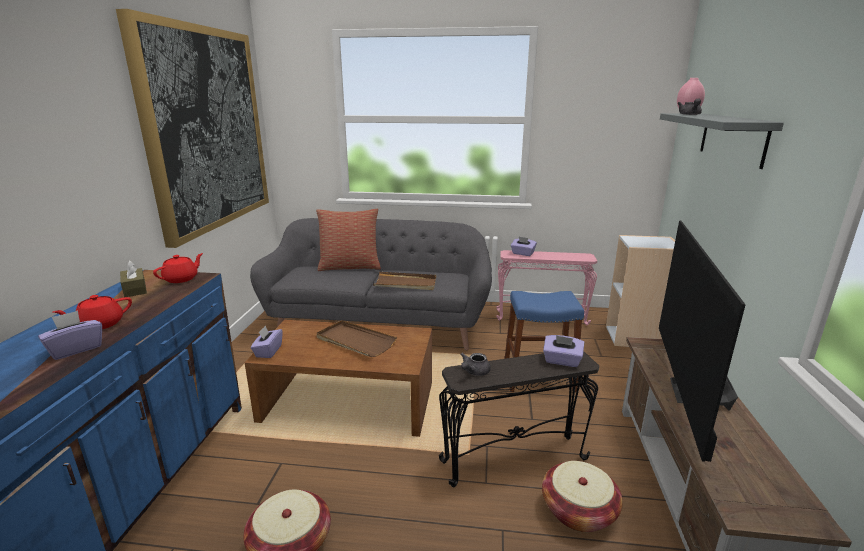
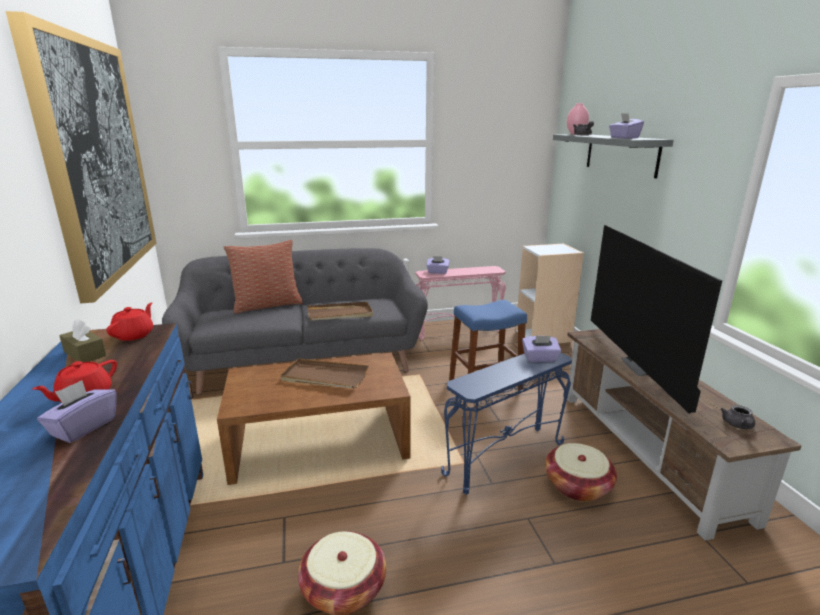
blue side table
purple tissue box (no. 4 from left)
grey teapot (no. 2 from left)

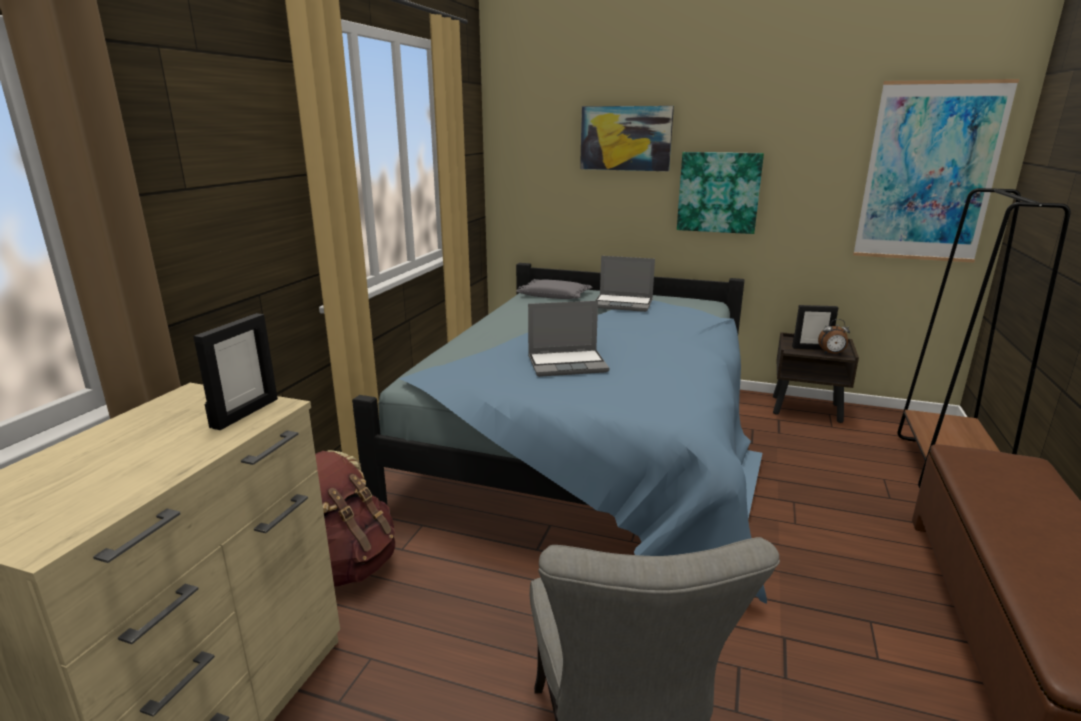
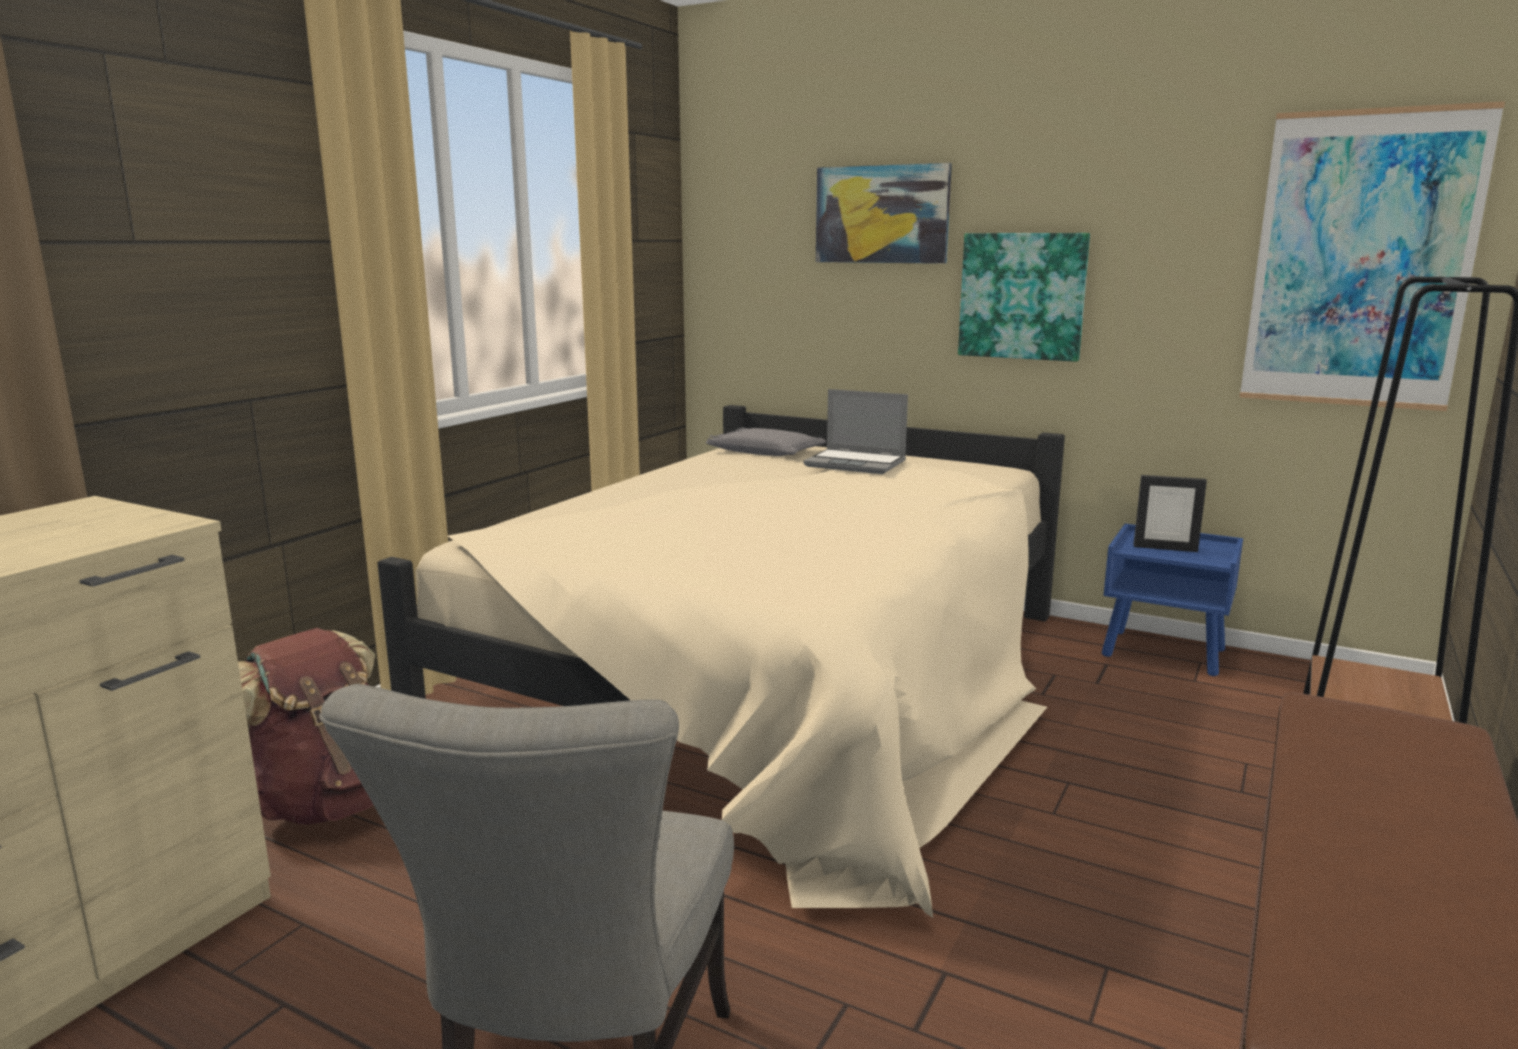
beige bed
blue nightstand
picture frame (no. 1 from left in the first image)
laptop (no. 1 from left in the first image)
alarm clock

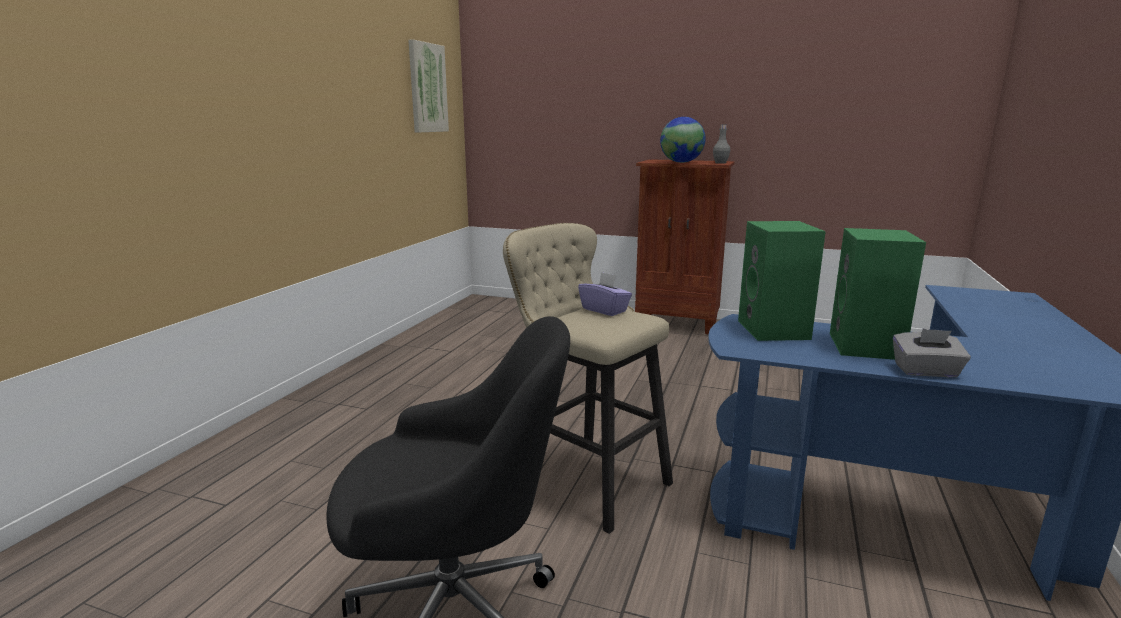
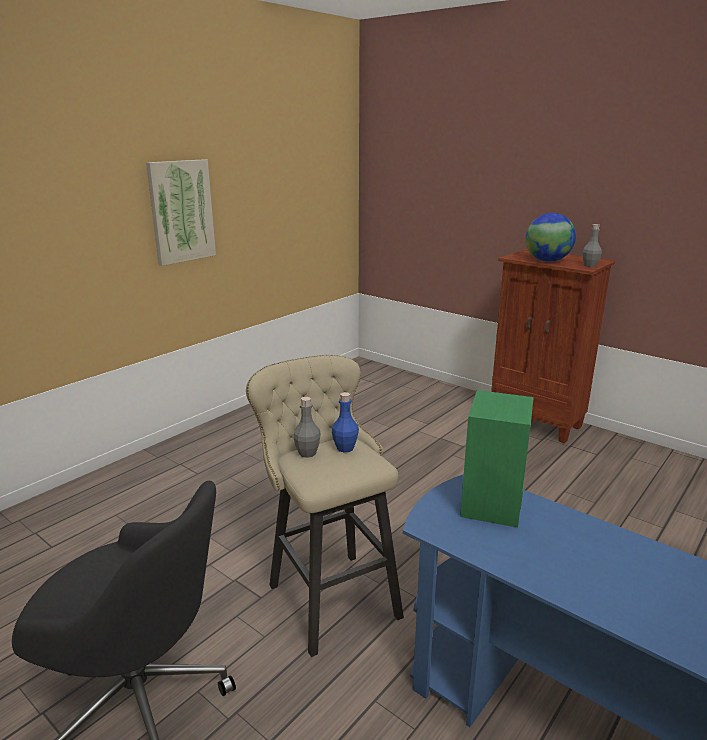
picture
grey bottle (no. 1 from left)
blue bottle
green speaker (no. 2 from left in the first image)
grey tissue box

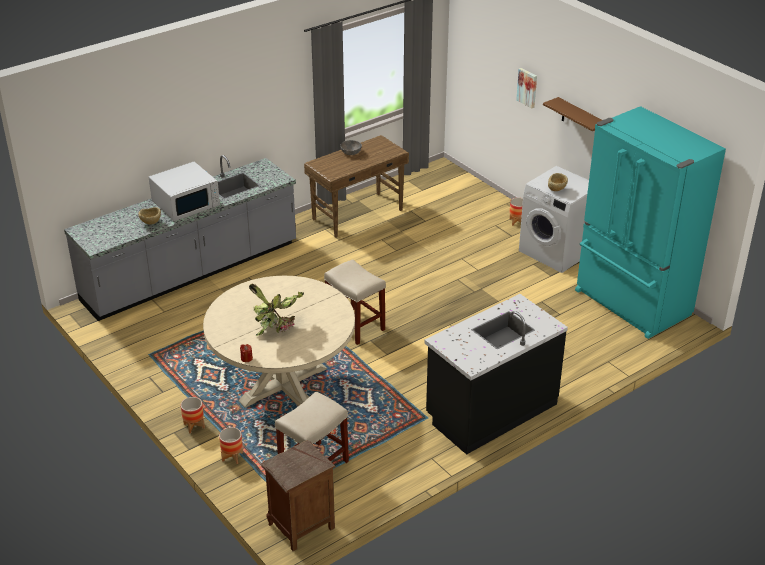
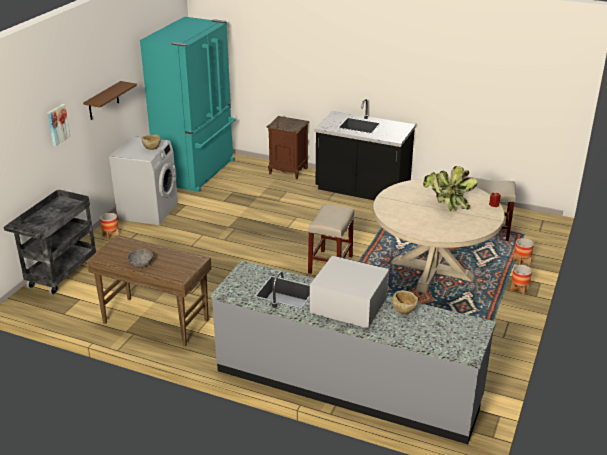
black cart
brown nightstand

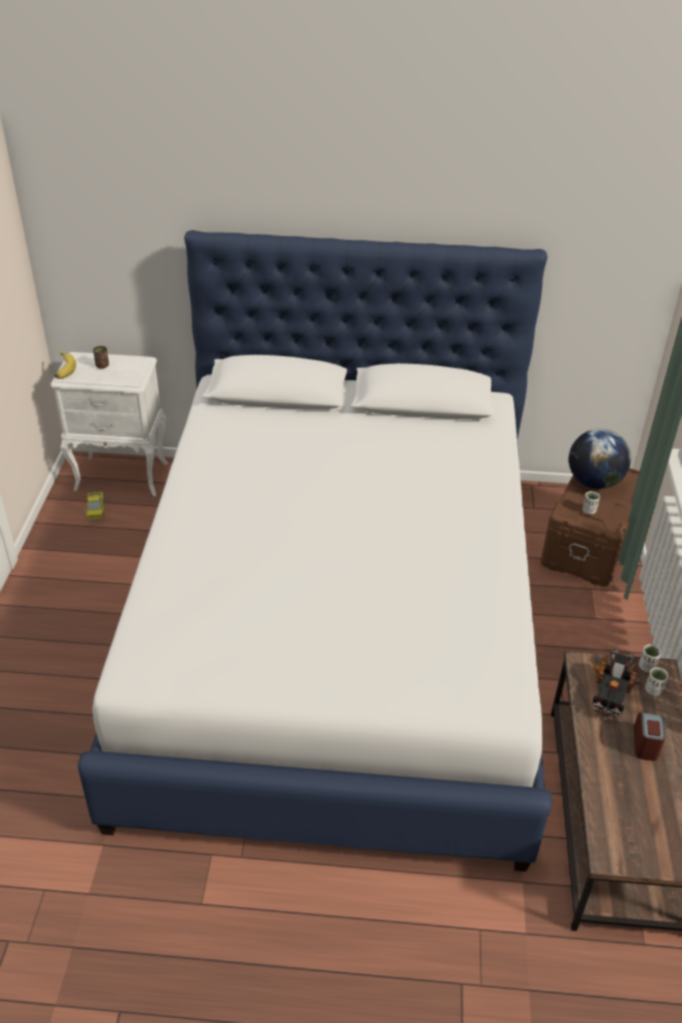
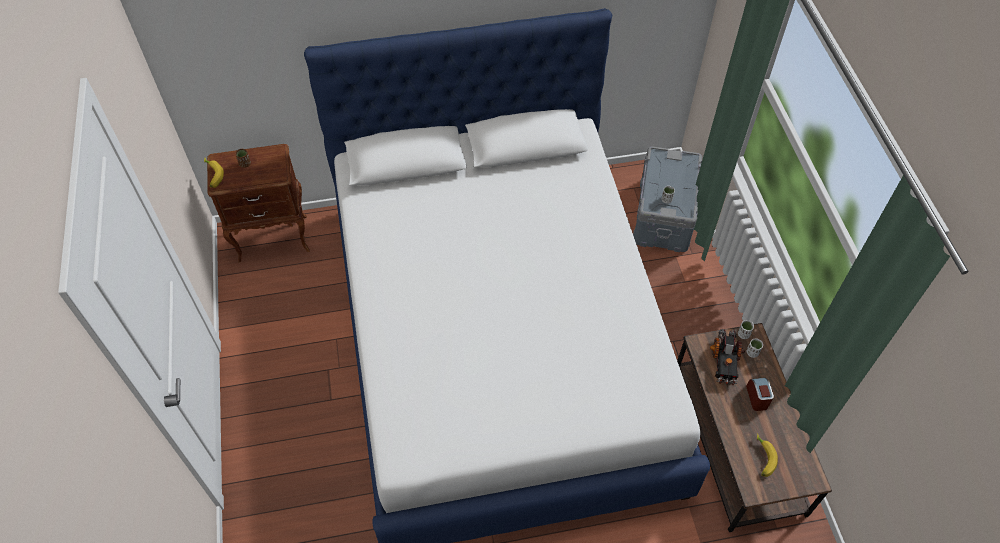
brown nightstand
grey storage box
banana (no. 2 from left)
toy truck (no. 1 from left in the first image)
globe

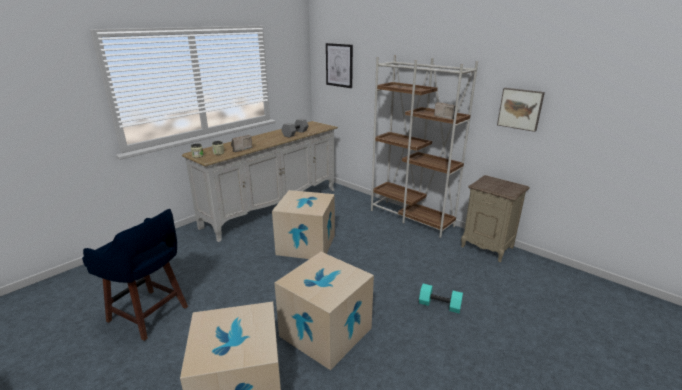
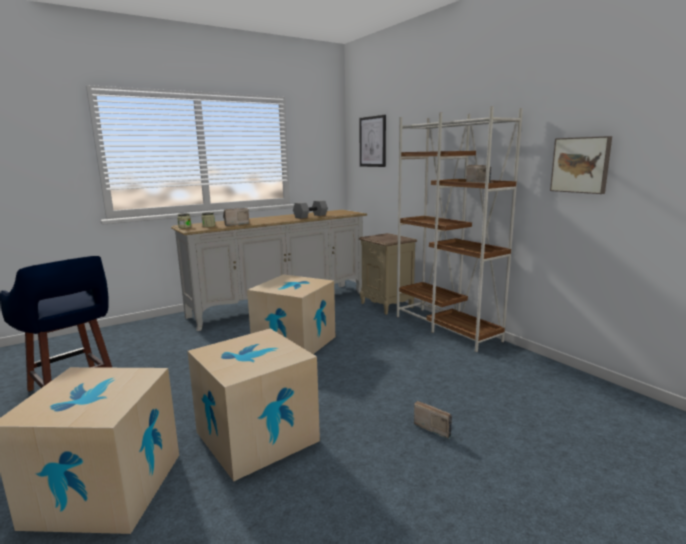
beige nightstand
radio (no. 2 from left)

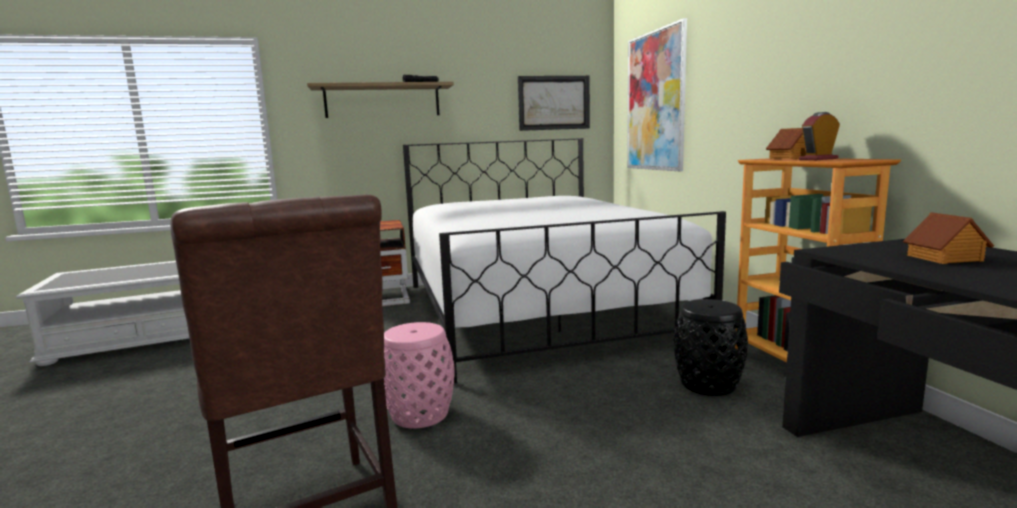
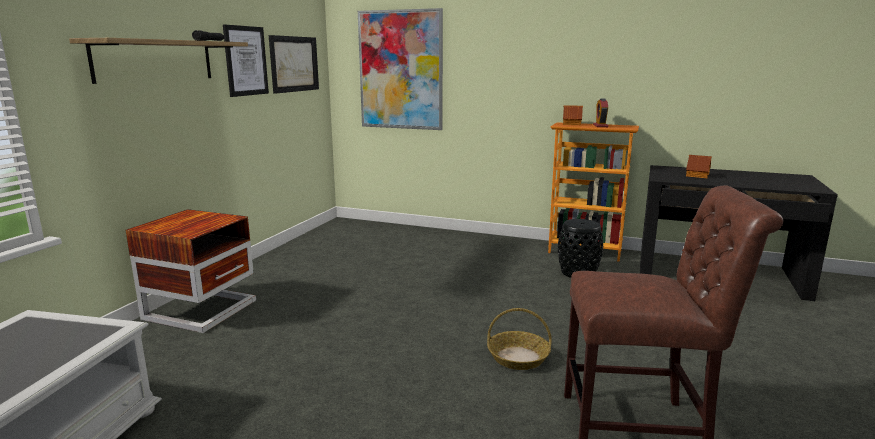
picture (no. 1 from left)
basket
white bed

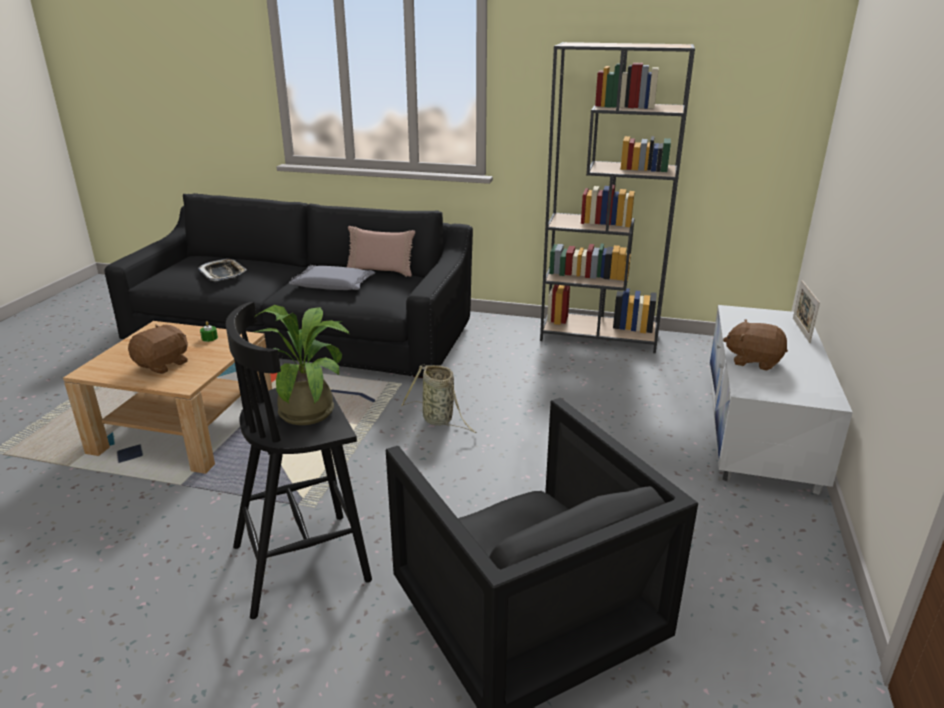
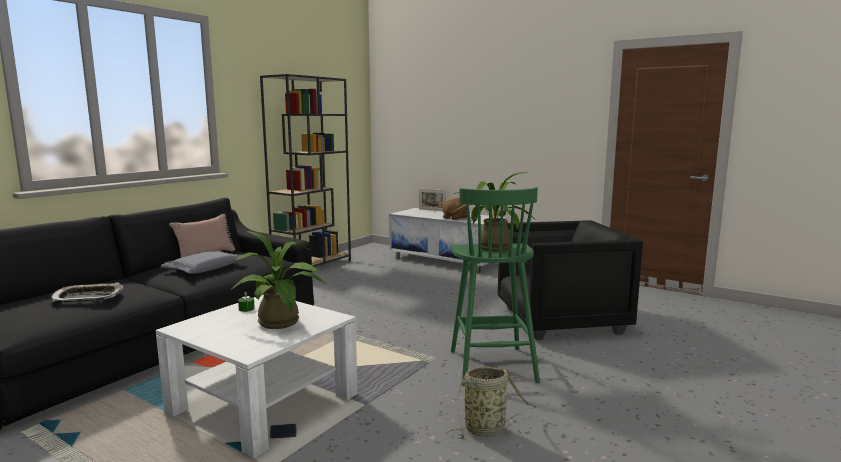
white coffee table
potted plant (no. 1 from left)
basket
green stool

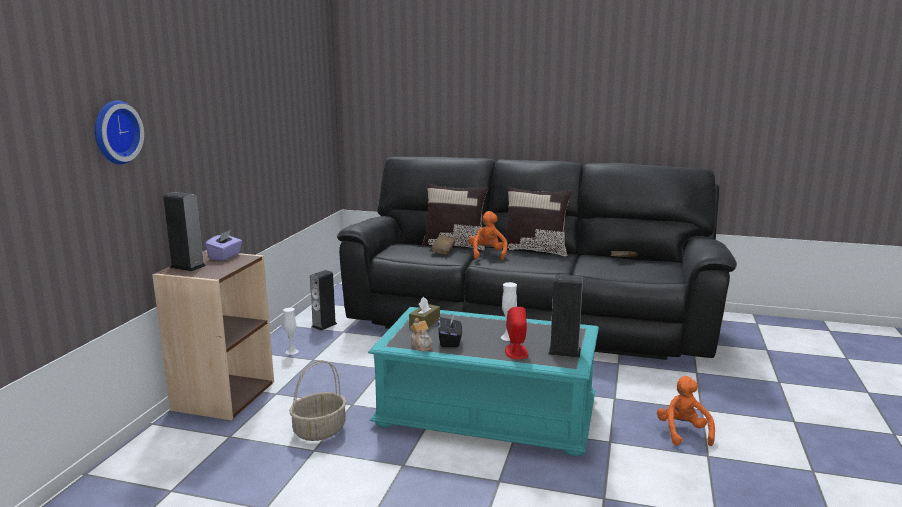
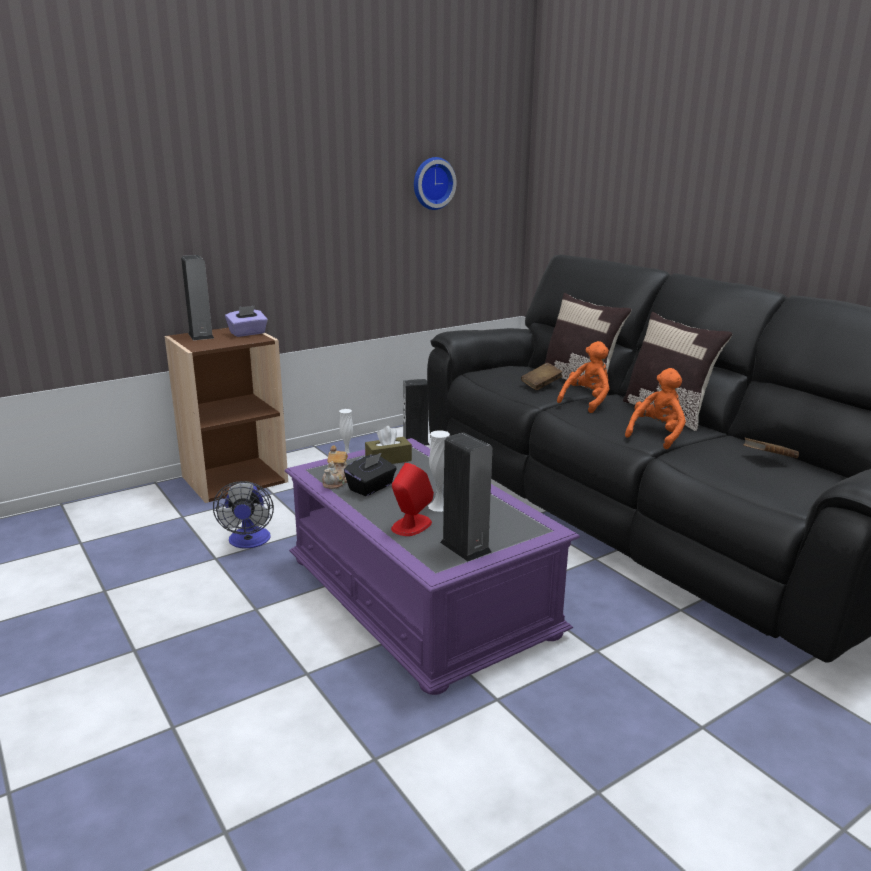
fan
purple coffee table
wall clock
orange plush toy (no. 2 from left)

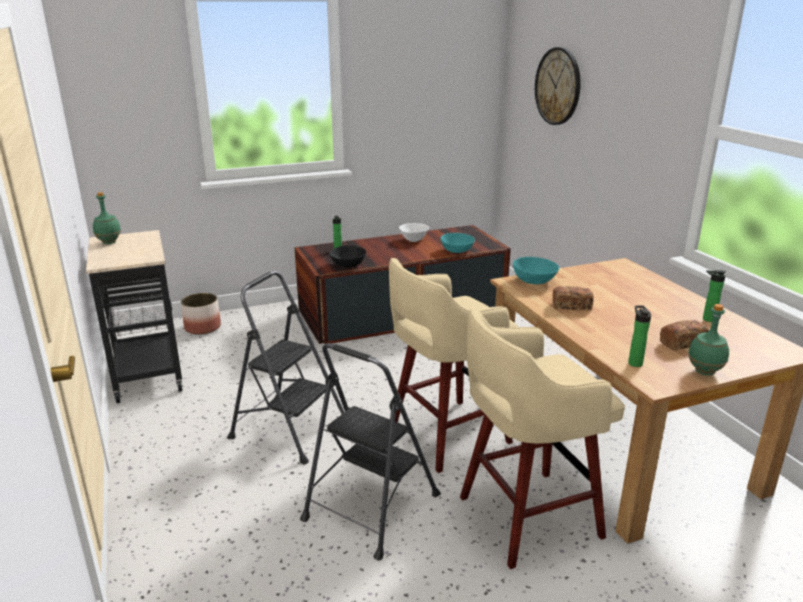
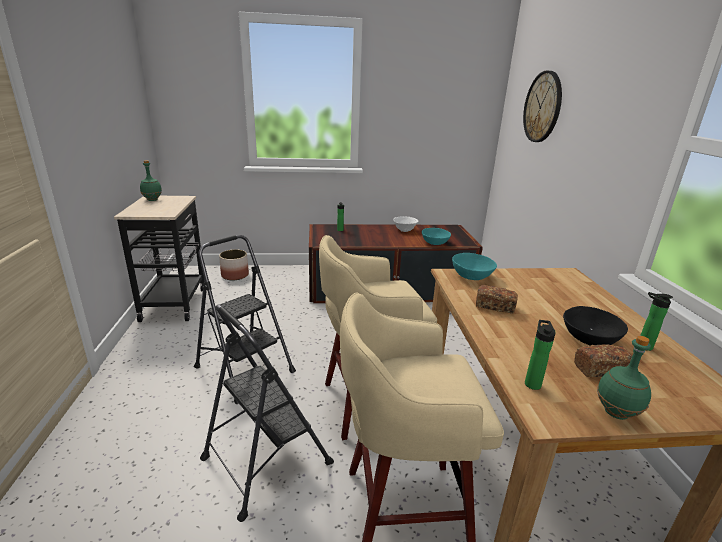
black bowl

